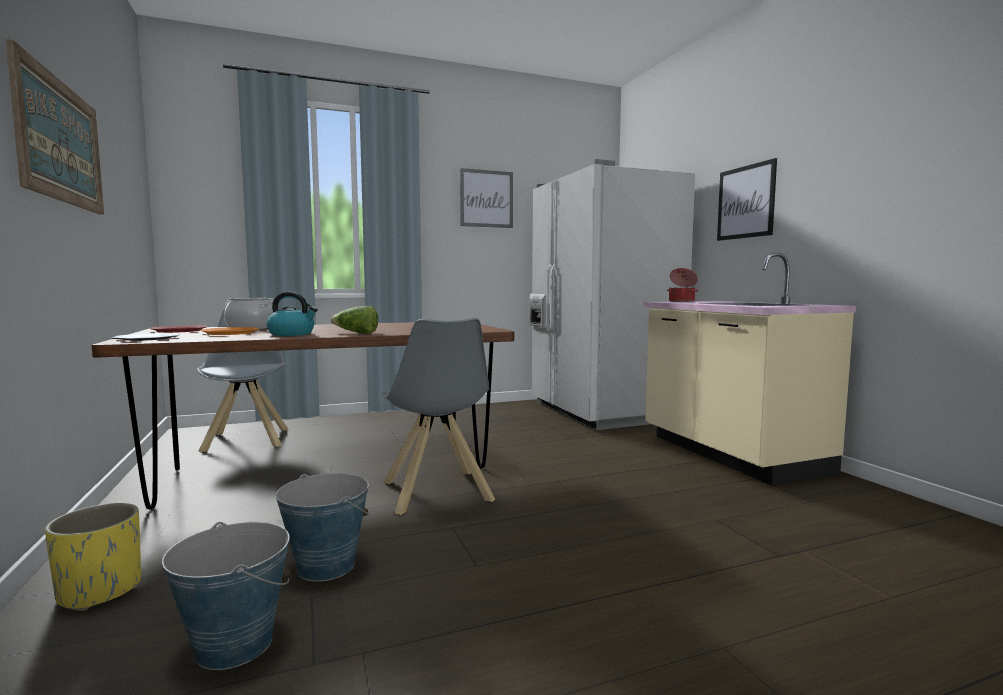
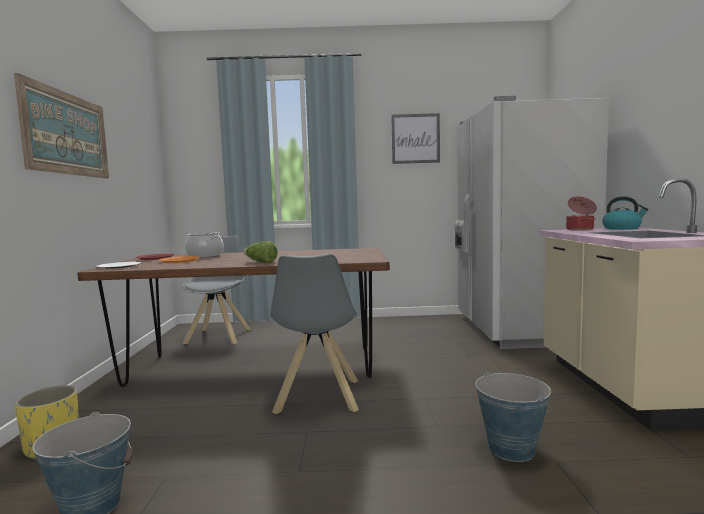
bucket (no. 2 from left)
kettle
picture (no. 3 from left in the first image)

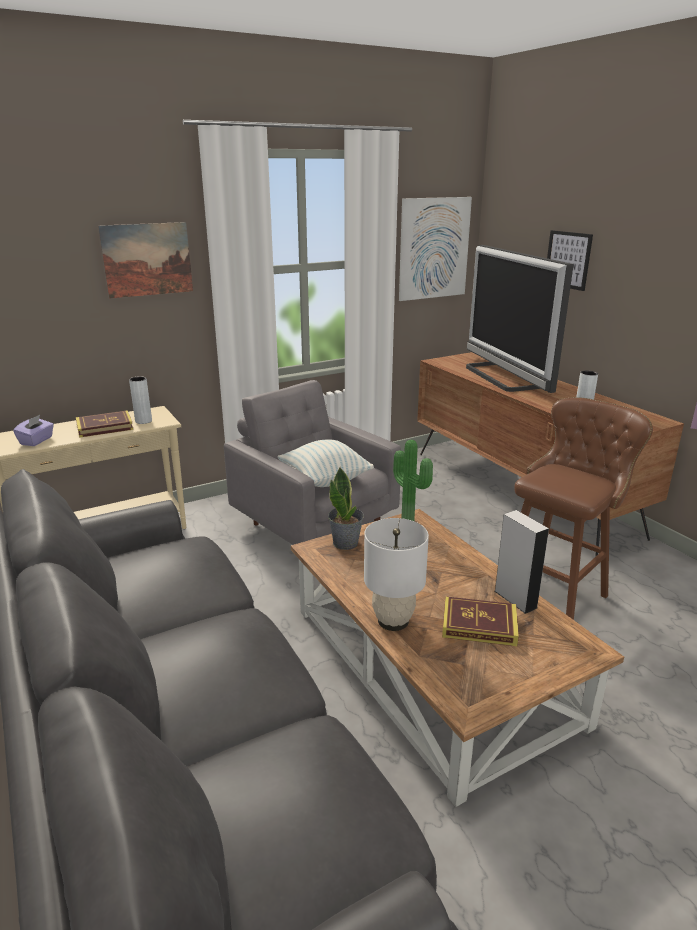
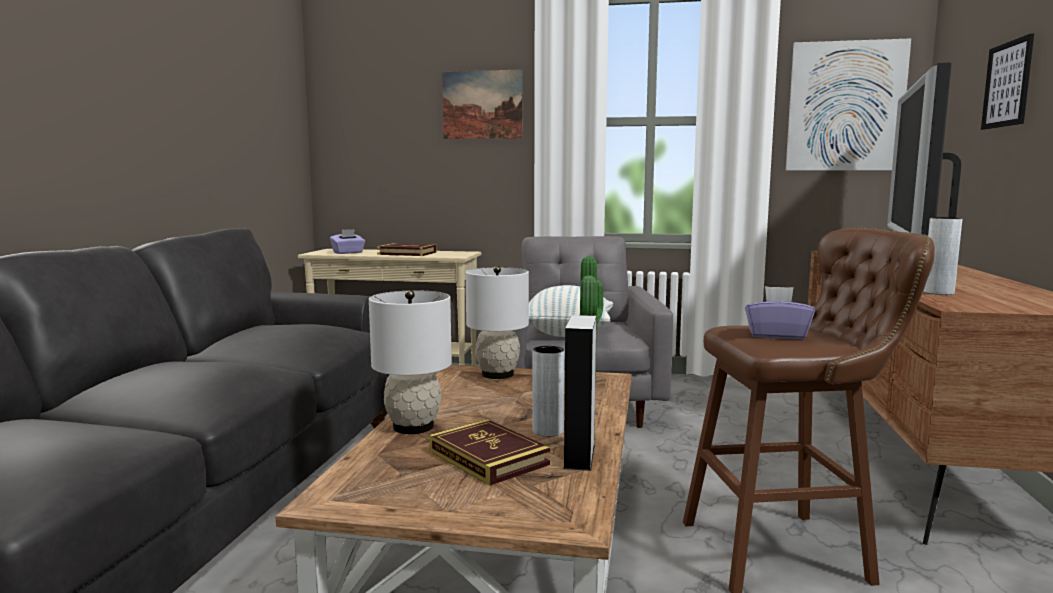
white table lamp (no. 2 from left)
grey vase (no. 1 from left)
purple tissue box (no. 2 from left)

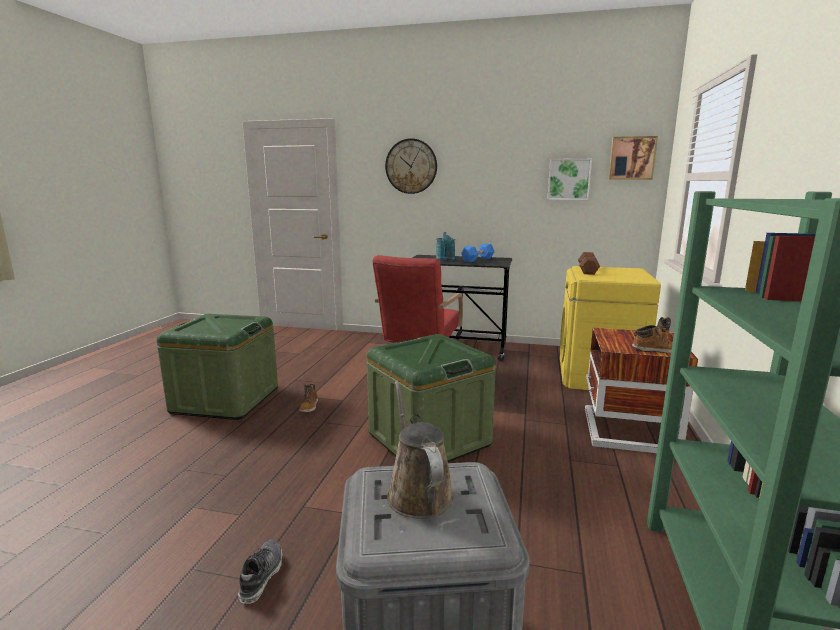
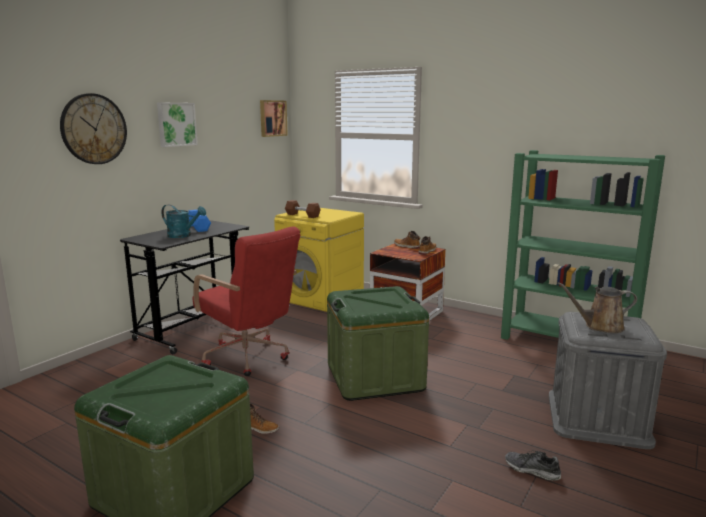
picture (no. 1 from left)

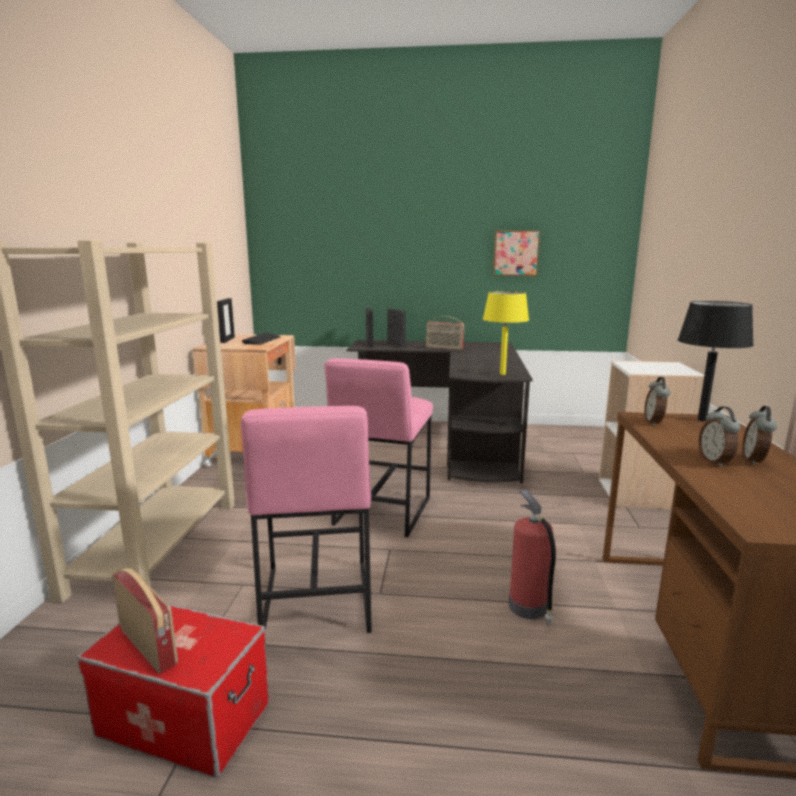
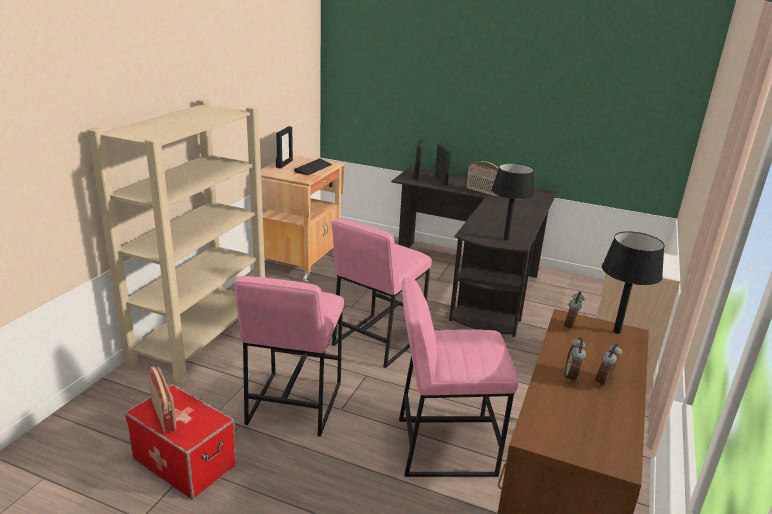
pink chair (no. 3 from left)
black table lamp (no. 1 from left)
picture

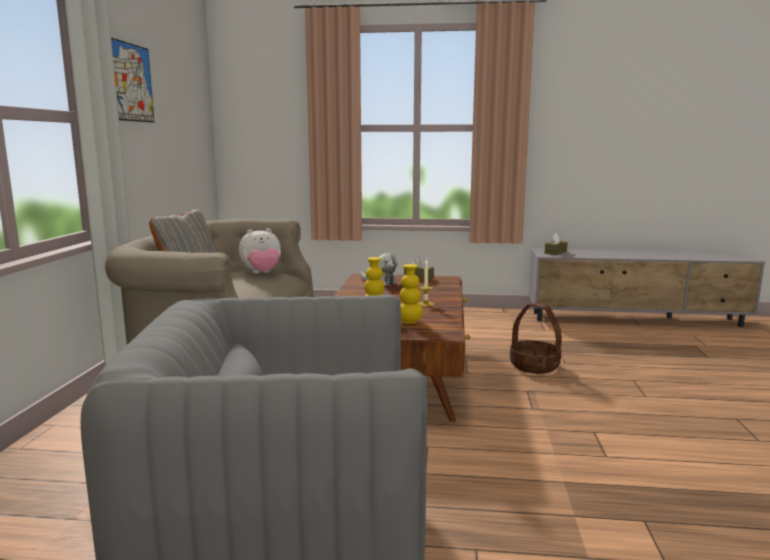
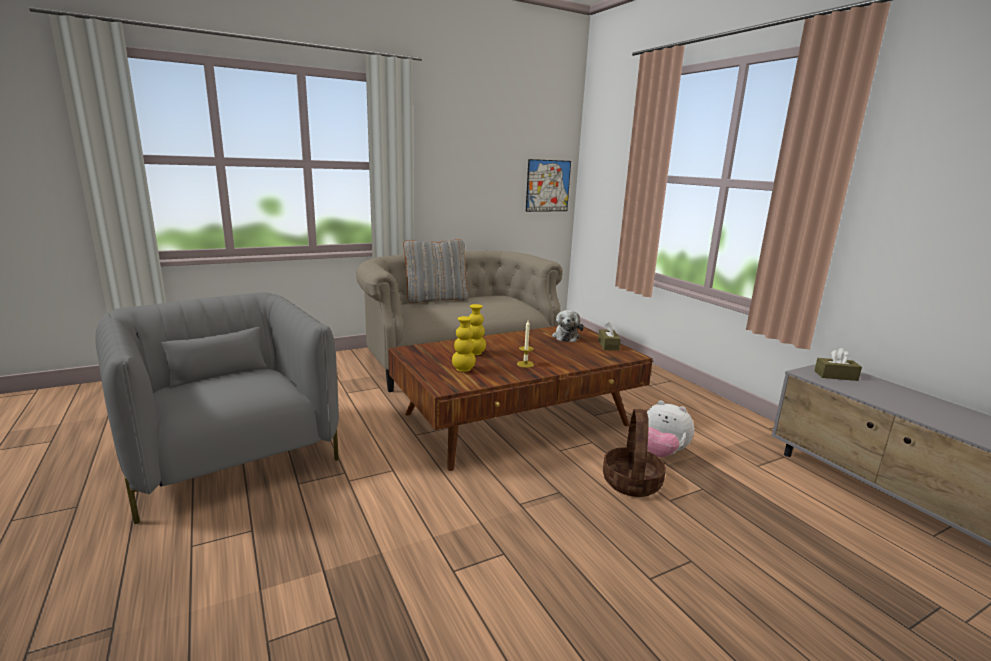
picture
plush toy (no. 2 from left)

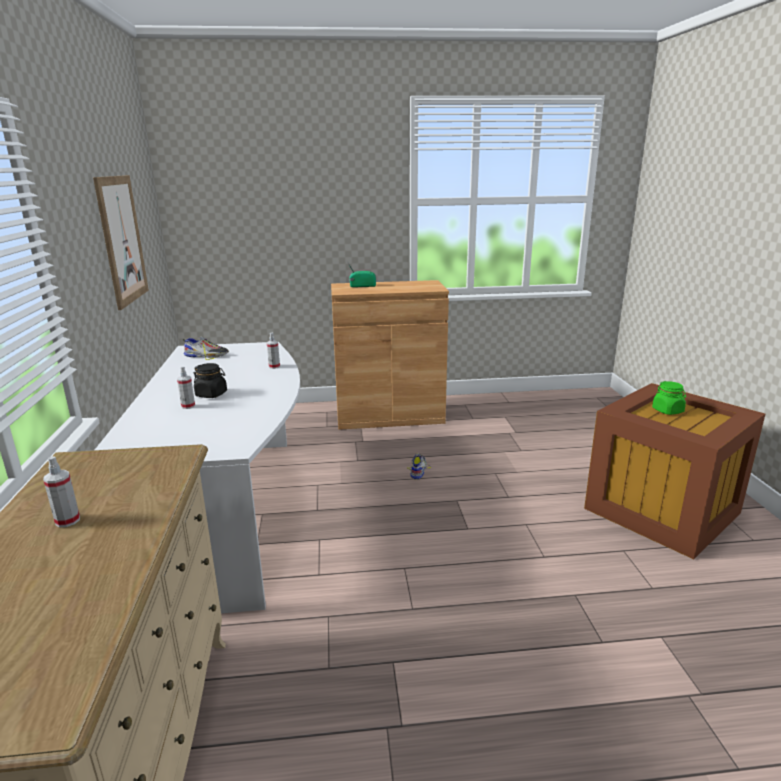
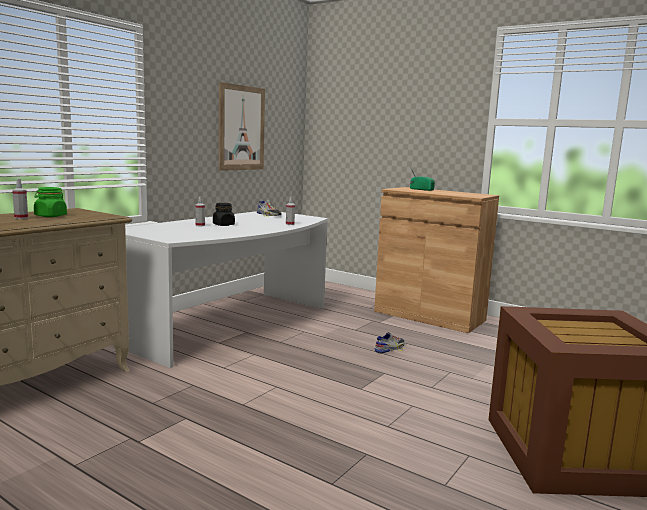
green jar

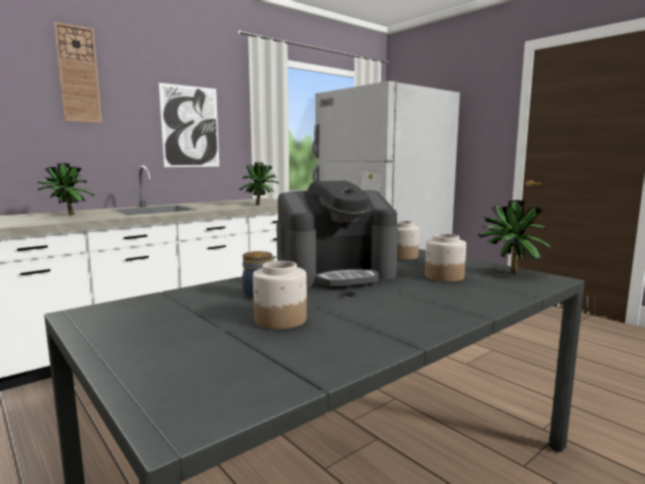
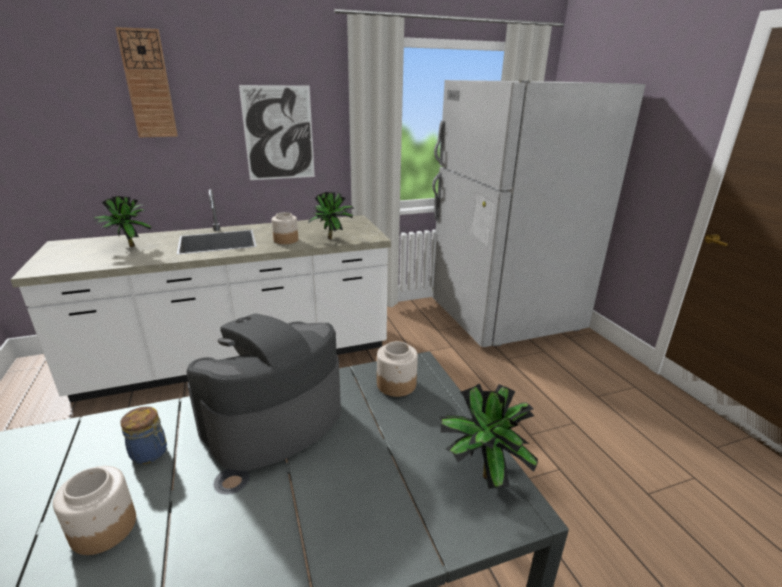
coffee machine
jar (no. 3 from left)

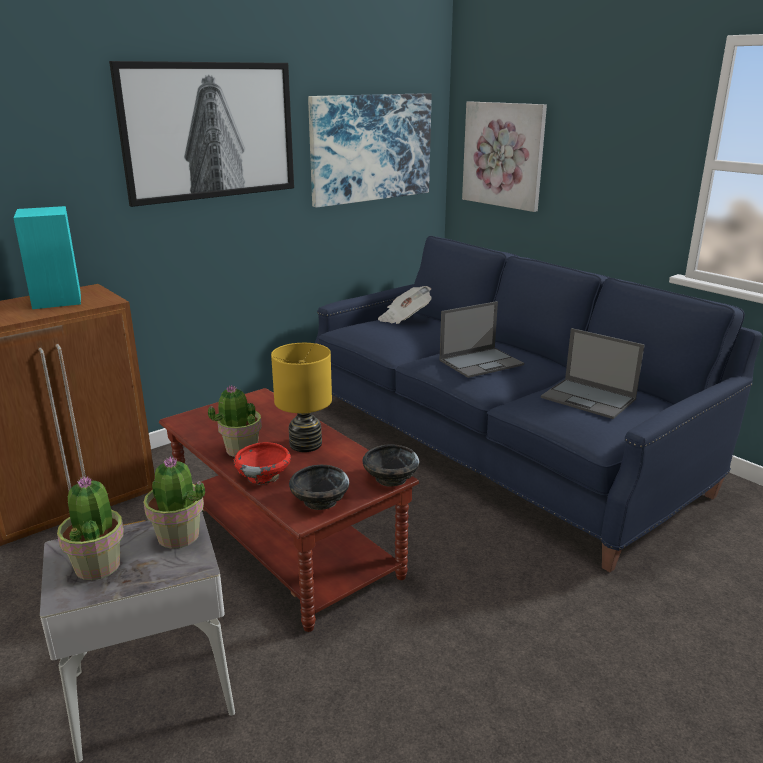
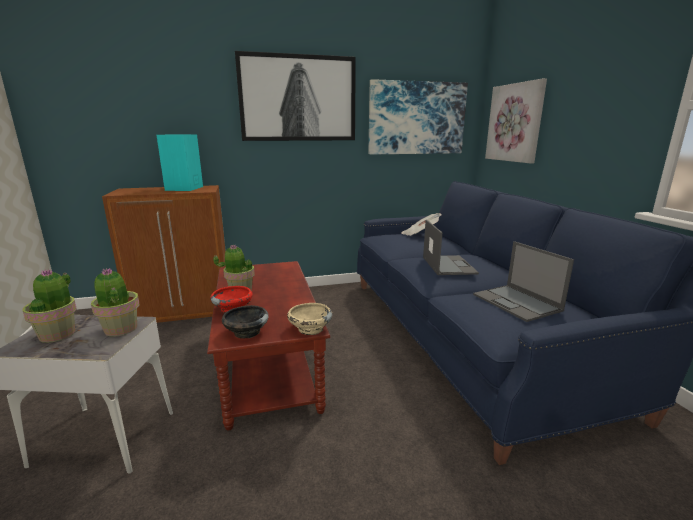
beige bowl
laptop (no. 1 from left)
yellow table lamp

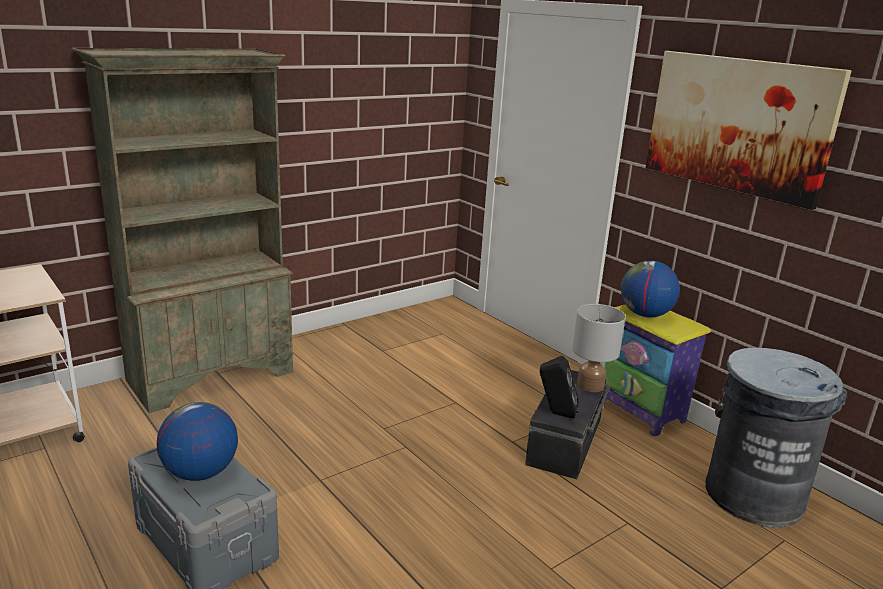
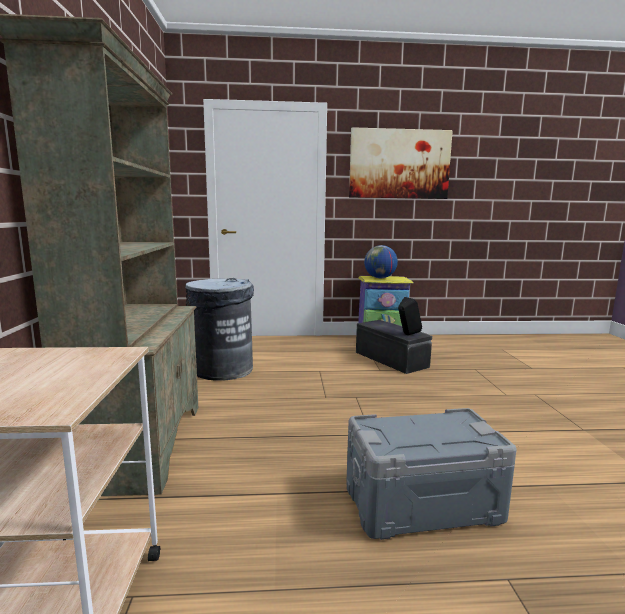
grey trash can
globe (no. 1 from left in the first image)
grey table lamp

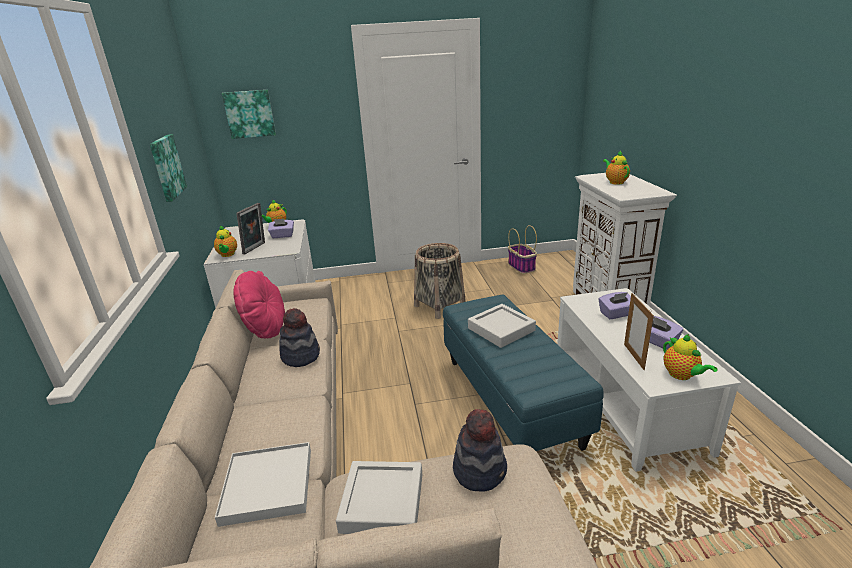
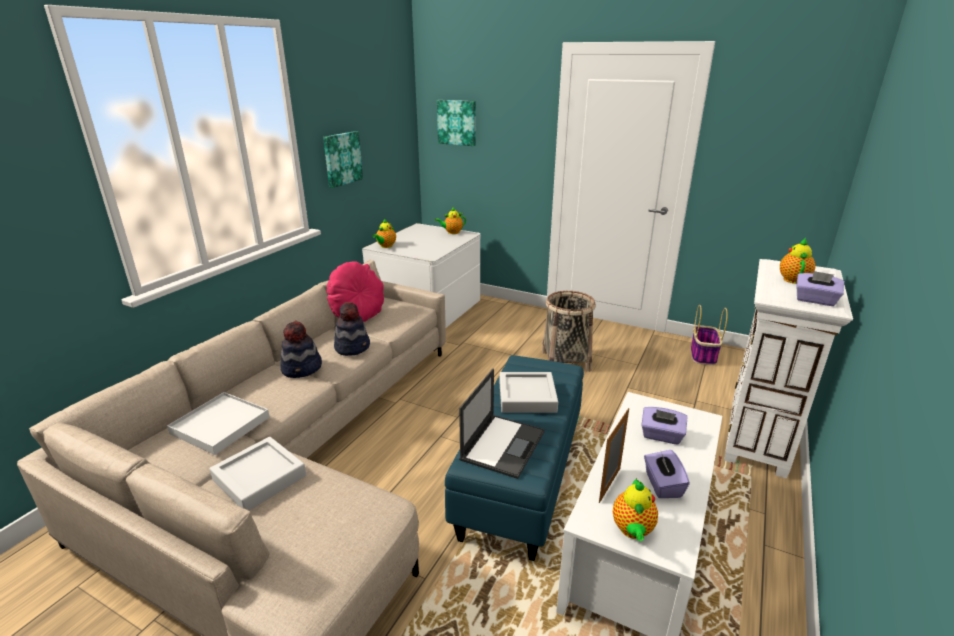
hat (no. 1 from left)
laptop
purple tissue box (no. 3 from left)
picture frame (no. 1 from left in the first image)

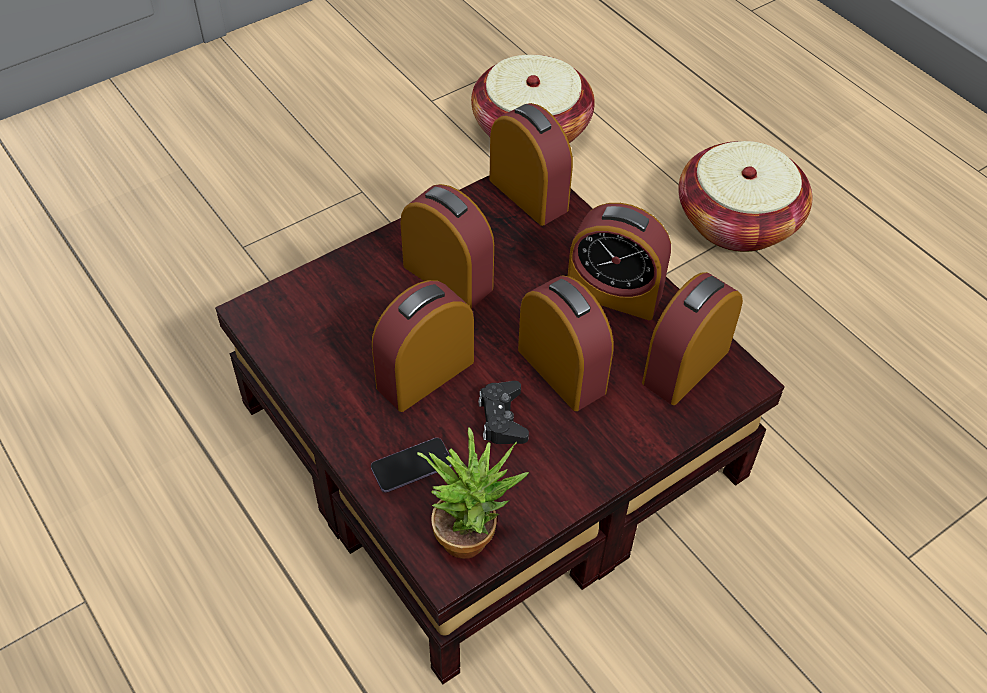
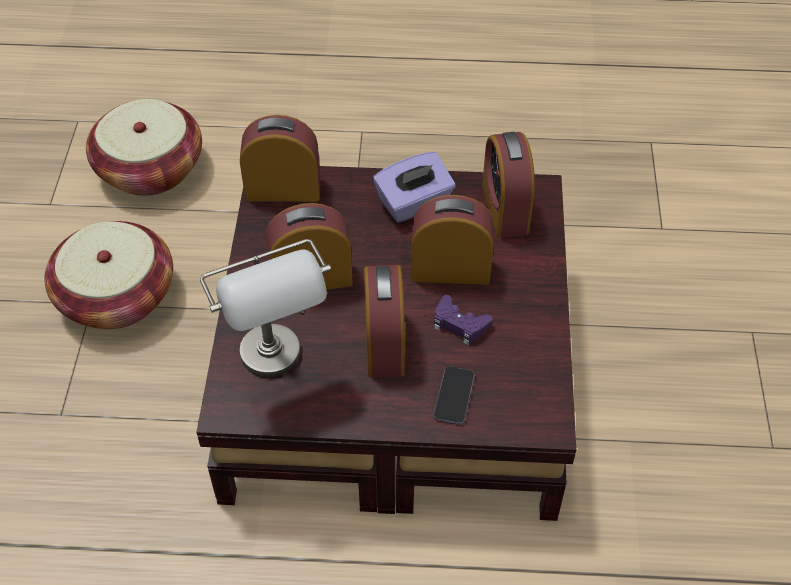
basket (no. 1 from left)
grey table lamp
purple tissue box
purple game controller
potted plant

